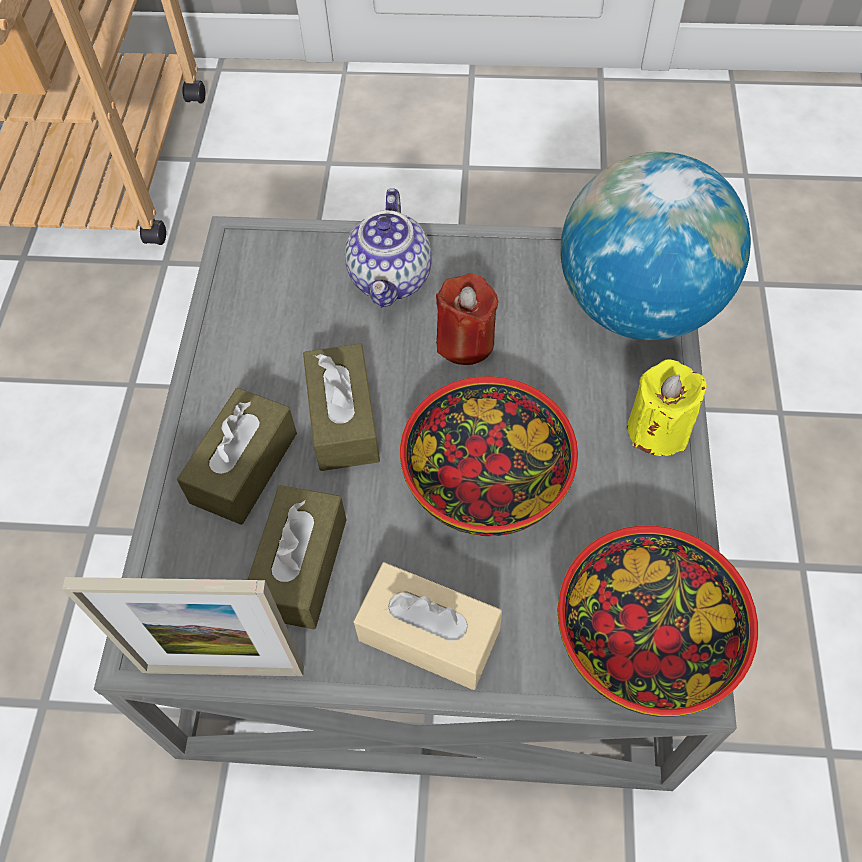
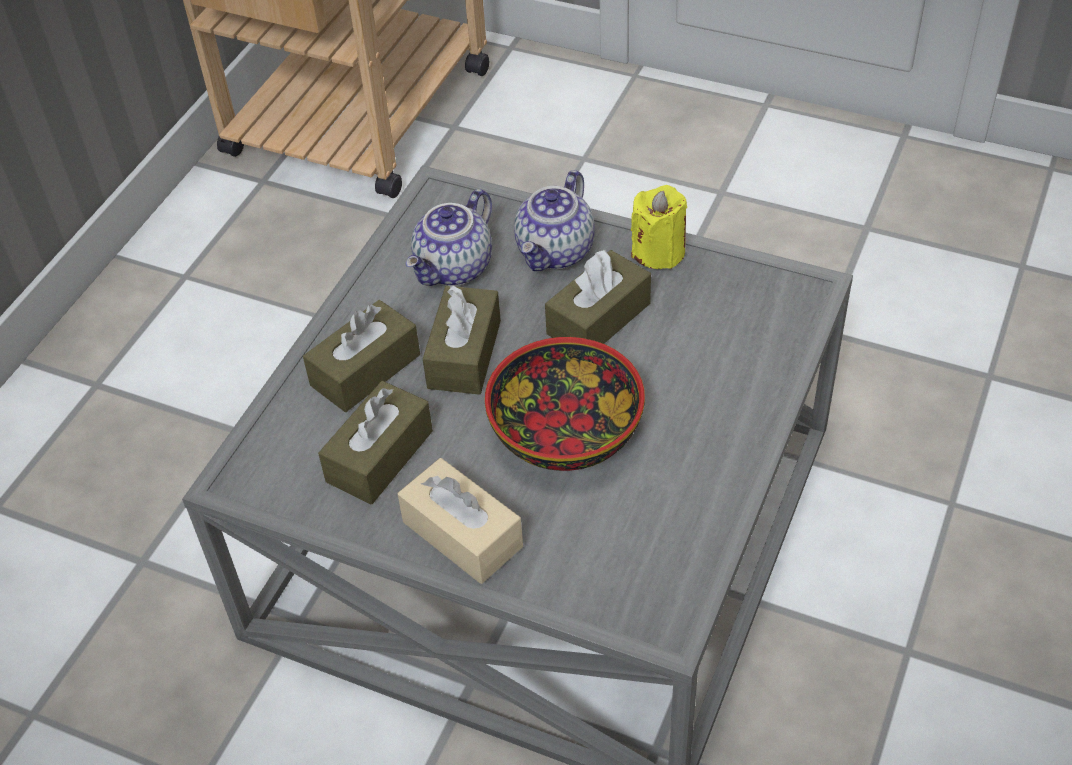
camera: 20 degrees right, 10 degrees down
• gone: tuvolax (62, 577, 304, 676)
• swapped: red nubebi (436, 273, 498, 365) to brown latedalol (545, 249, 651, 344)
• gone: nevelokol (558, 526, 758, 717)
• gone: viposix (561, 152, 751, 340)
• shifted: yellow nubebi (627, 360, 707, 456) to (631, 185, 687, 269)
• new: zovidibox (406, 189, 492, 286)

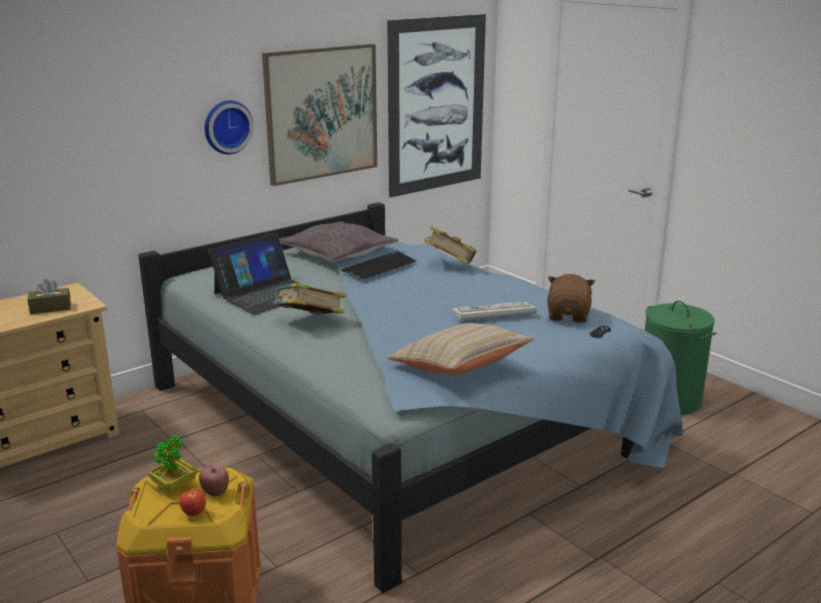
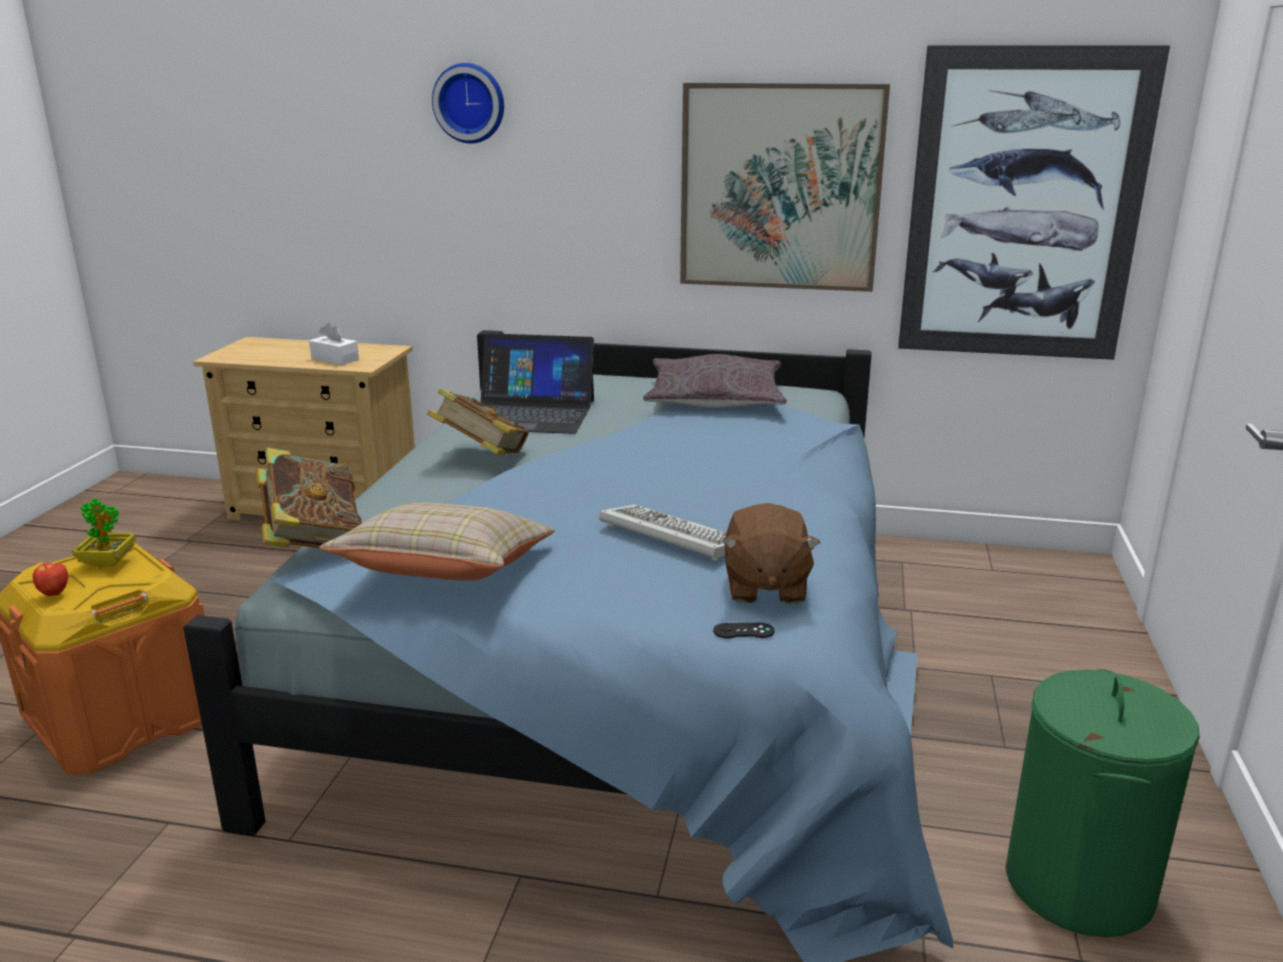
camera: 50 degrees right, 0 degrees up
• repainted: brown latedalol (27, 279, 71, 314) to white latedalol (309, 323, 359, 365)
• gone: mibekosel (199, 465, 229, 496)
• shifted: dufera (205, 100, 254, 154) to (432, 63, 504, 143)
• gone: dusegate (342, 251, 416, 280)
• shifted: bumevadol (424, 226, 477, 264) to (256, 447, 362, 548)
• rotated: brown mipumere (547, 274, 595, 323) = (723, 503, 820, 604) 120 degrees clockwise

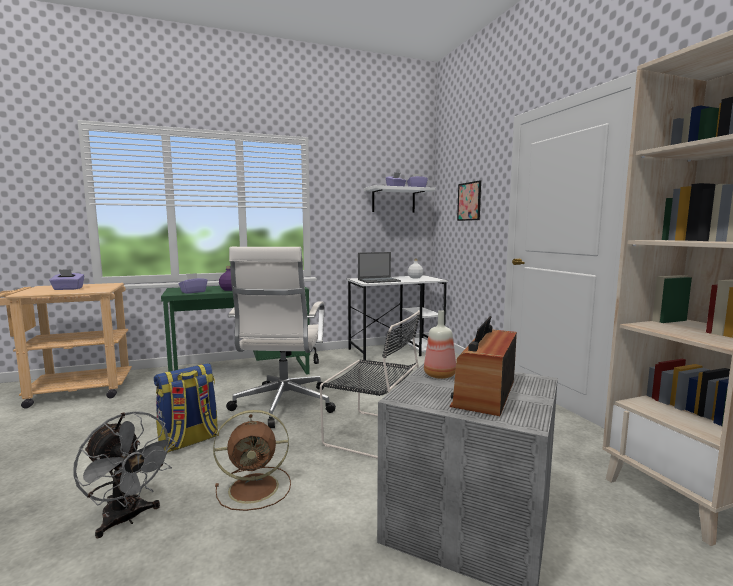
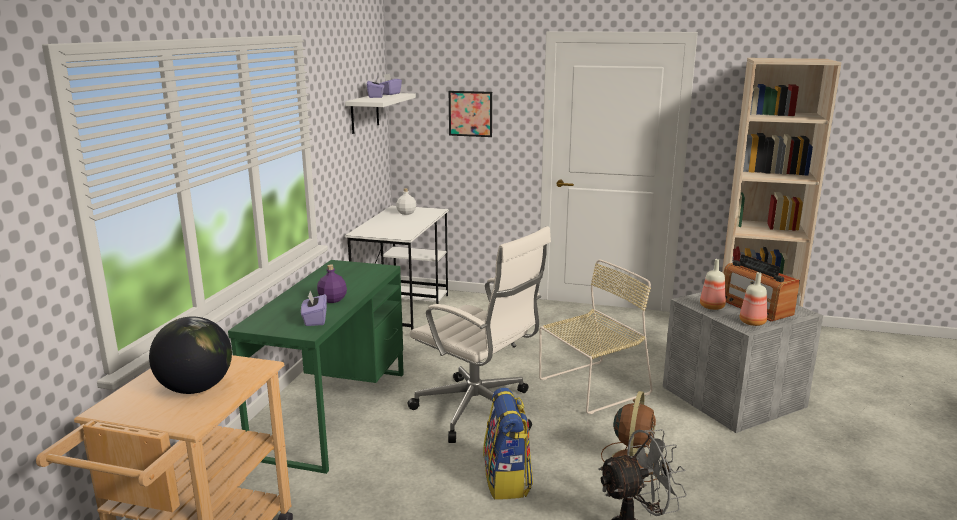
camera: 55 degrees left, 10 degrees up
• swapped: purple latedalol (49, 269, 84, 290) to viposix (149, 316, 232, 394)
• repainted: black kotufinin (320, 310, 420, 459) to beige kotufinin (539, 259, 652, 414)
• gone: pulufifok (358, 252, 401, 283)
• new: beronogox (740, 272, 767, 326)

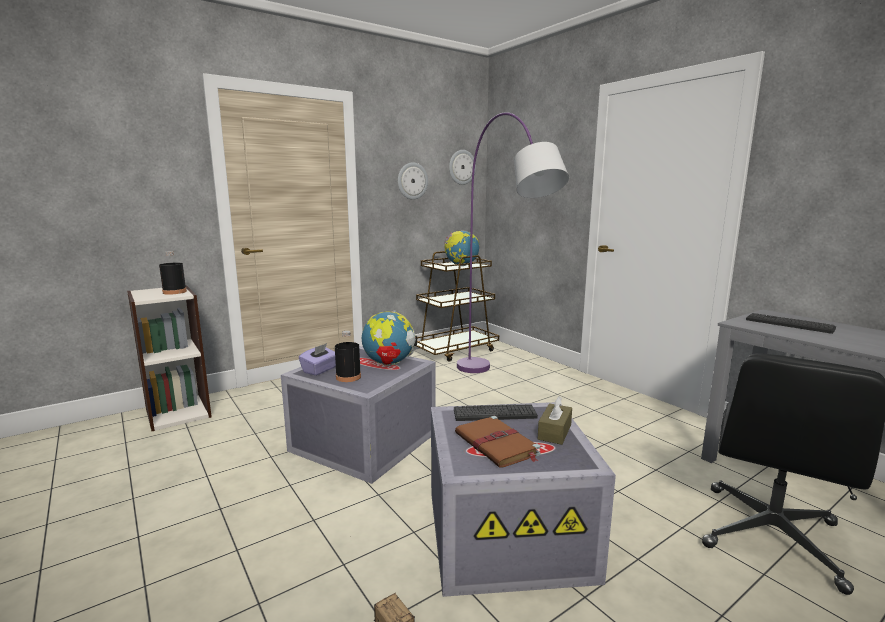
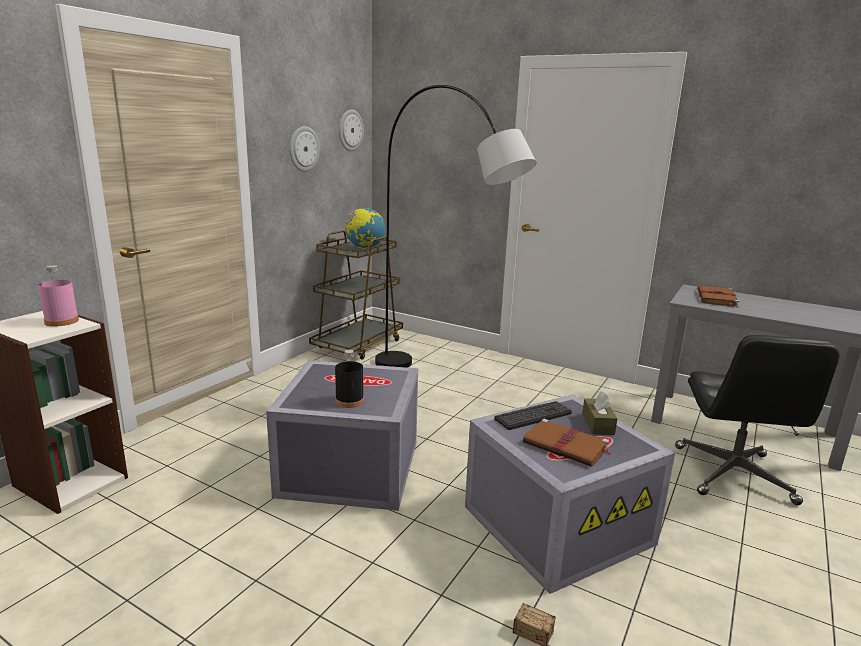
camera: 25 degrees left, 5 degrees up
• repainted: black beronogox (159, 251, 187, 295) to pink beronogox (38, 265, 79, 327)
• gone: purple latedalol (299, 343, 336, 376)
• gone: viposix (362, 311, 417, 366)
• repainted: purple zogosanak (457, 112, 569, 373) to grey zogosanak (375, 85, 537, 368)
• swapped: dusegate (746, 313, 836, 334) to brown bumevadol (698, 285, 739, 308)

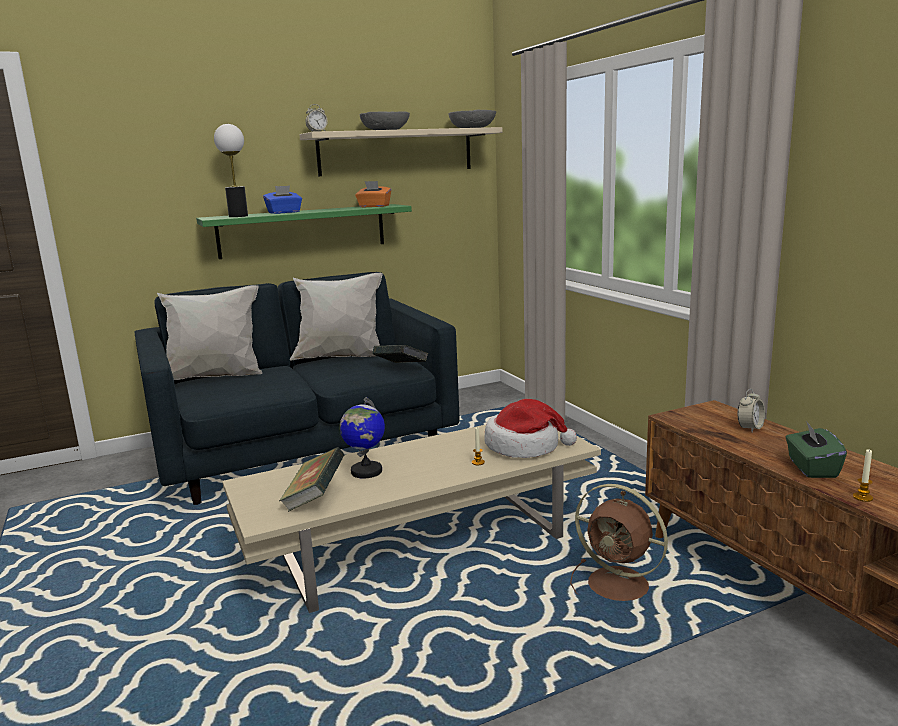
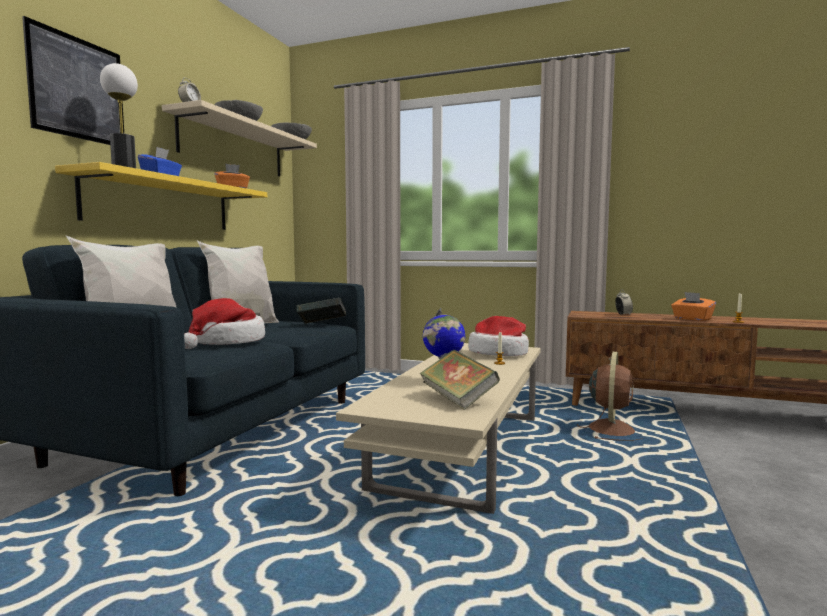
camera: 45 degrees left, 10 degrees down
• repainted: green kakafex (196, 204, 412, 259) to yellow kakafex (55, 162, 267, 230)
• rotated: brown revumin (570, 484, 668, 601) = (577, 352, 643, 441) 60 degrees counterclockwise
• repainted: green latedalol (786, 421, 847, 478) to orange latedalol (671, 292, 716, 321)
• new: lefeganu (22, 16, 124, 145)
• new: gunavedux (184, 298, 265, 349)

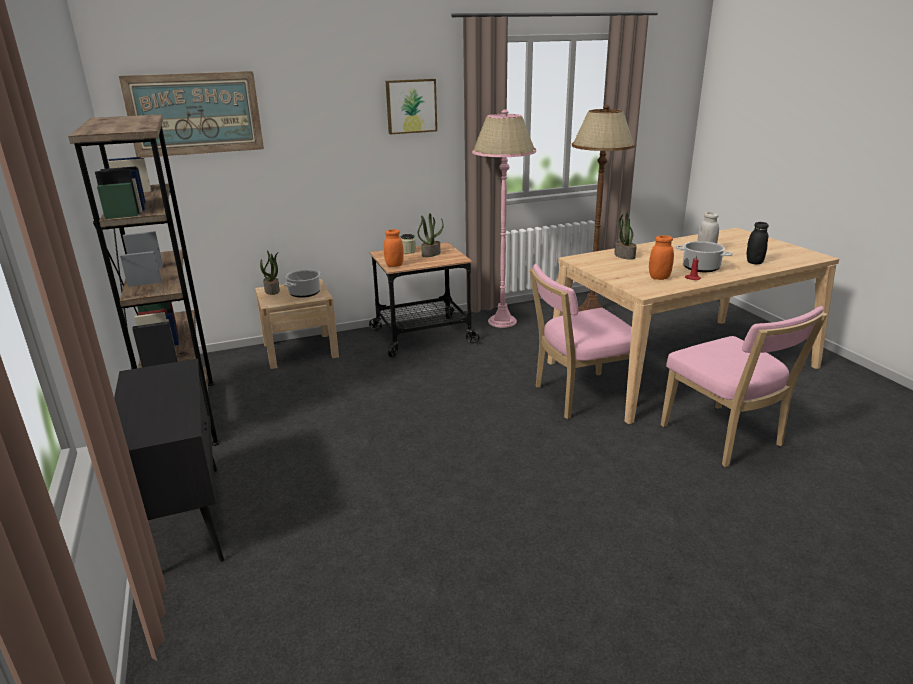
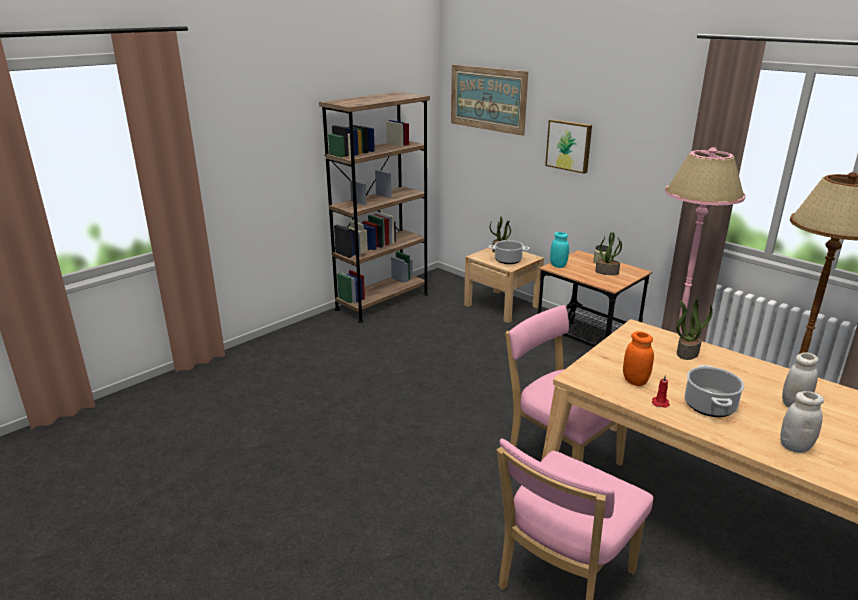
camera: 65 degrees right, 0 degrees up
• gone: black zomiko (114, 359, 224, 562)
• repainted: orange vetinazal (384, 229, 404, 267) to turquoise vetinazal (550, 232, 569, 268)
• shifted: lefeganu (386, 79, 437, 135) to (545, 119, 592, 174)
• repainted: black vetinazal (747, 222, 769, 265) to white vetinazal (780, 391, 824, 453)

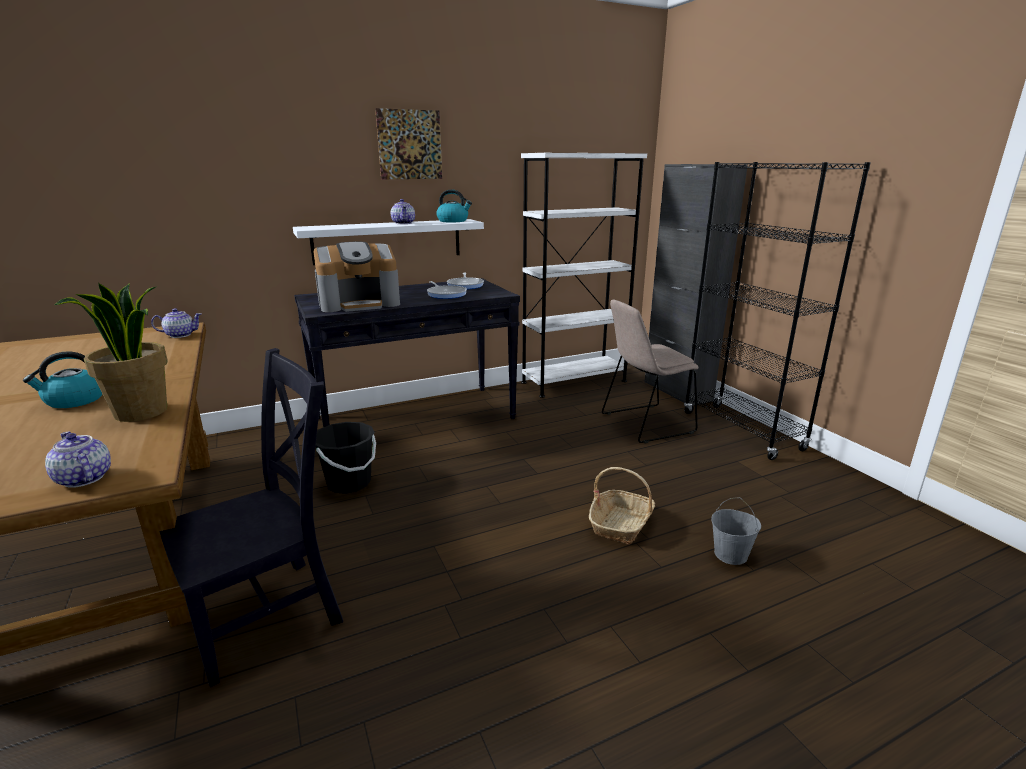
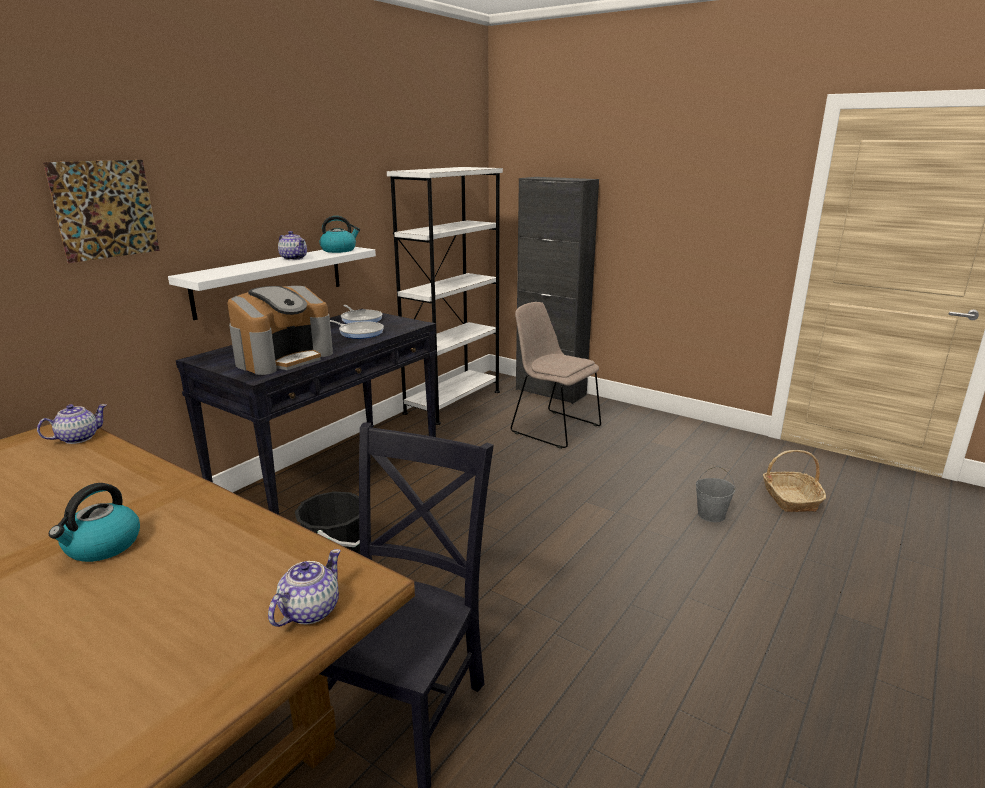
camera: 30 degrees left, 0 degrees up
• rotated: zovidibox (45, 432, 111, 488) = (268, 549, 341, 627) 105 degrees clockwise
• gone: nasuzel (55, 283, 168, 422)
• shifted: lefeganu (375, 108, 442, 179) to (43, 160, 160, 263)
• shifted: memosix (589, 467, 655, 545) to (763, 450, 826, 512)
• rotated: beige kotufinin (602, 300, 699, 444) = (511, 302, 601, 449) 90 degrees clockwise
• gone: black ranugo (684, 162, 871, 460)

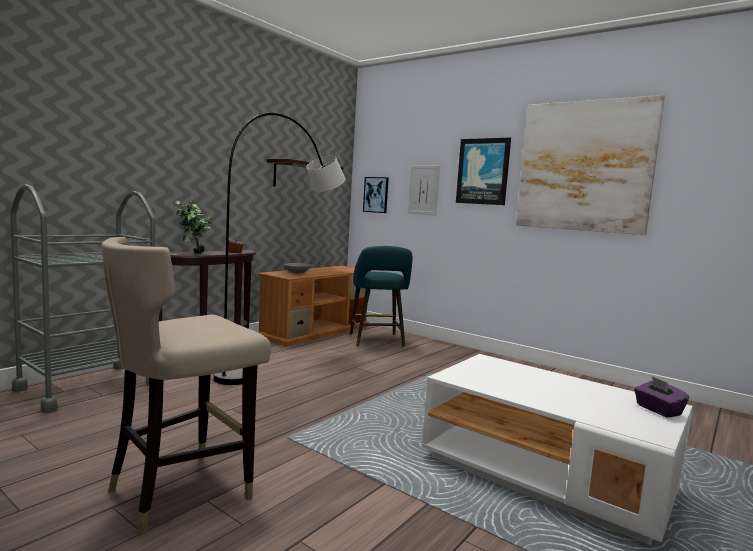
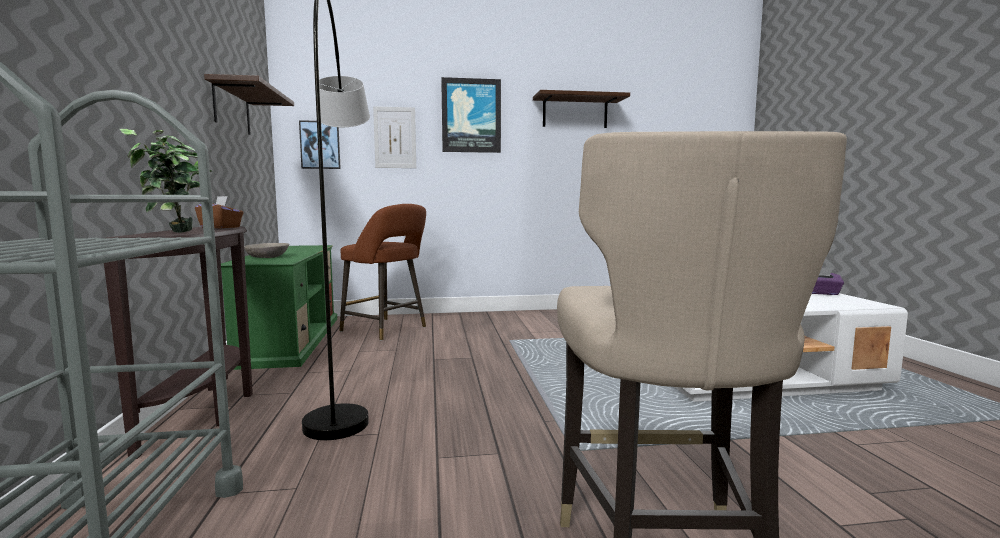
camera: 45 degrees left, 0 degrees up
• repainted: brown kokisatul (258, 266, 371, 347) to green kokisatul (221, 245, 337, 370)
• repainted: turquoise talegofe (350, 246, 412, 347) to brown talegofe (340, 204, 426, 341)
• swapped: lefeganu (516, 95, 665, 235) to kakafex (533, 90, 630, 128)

